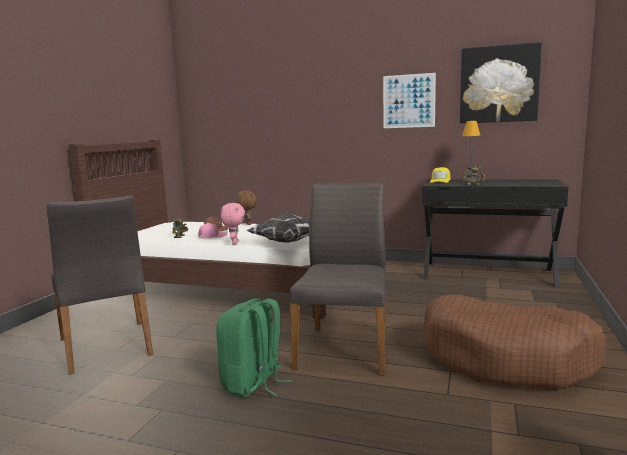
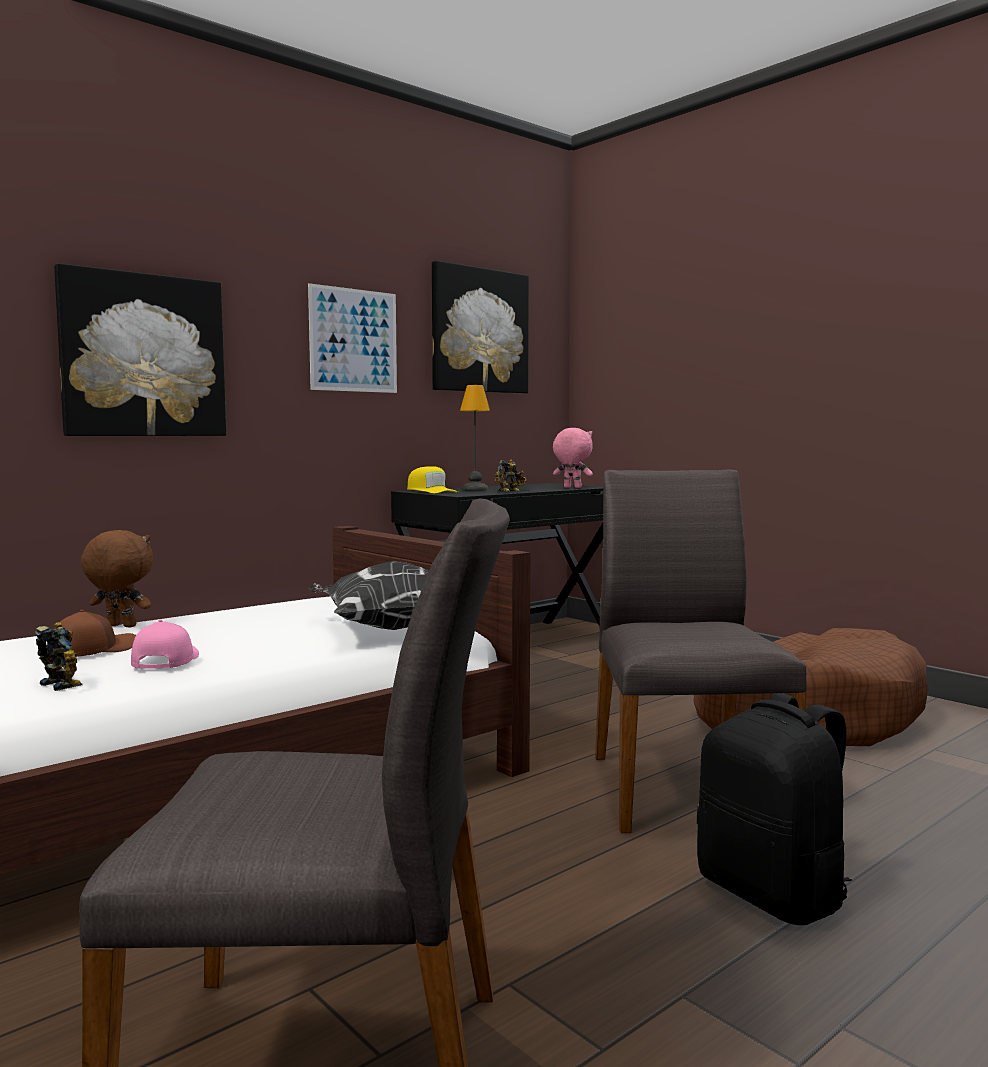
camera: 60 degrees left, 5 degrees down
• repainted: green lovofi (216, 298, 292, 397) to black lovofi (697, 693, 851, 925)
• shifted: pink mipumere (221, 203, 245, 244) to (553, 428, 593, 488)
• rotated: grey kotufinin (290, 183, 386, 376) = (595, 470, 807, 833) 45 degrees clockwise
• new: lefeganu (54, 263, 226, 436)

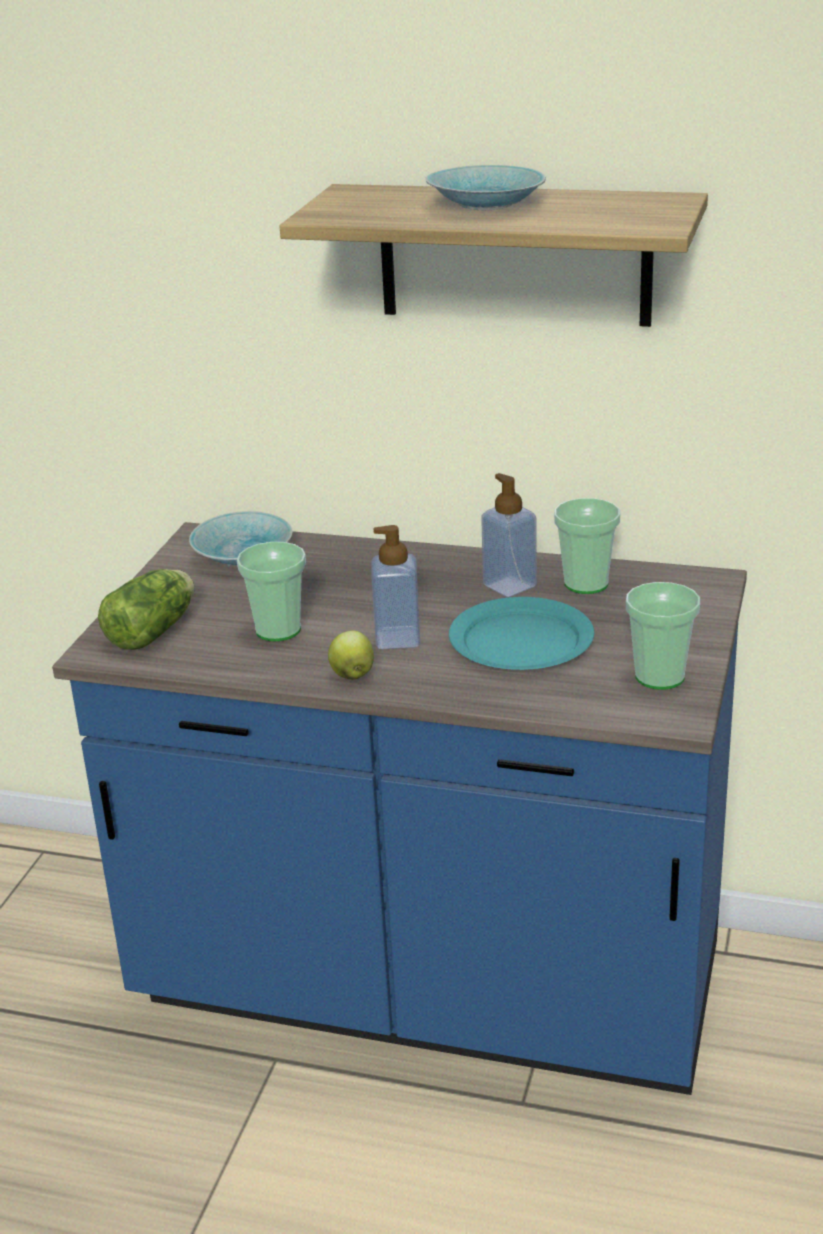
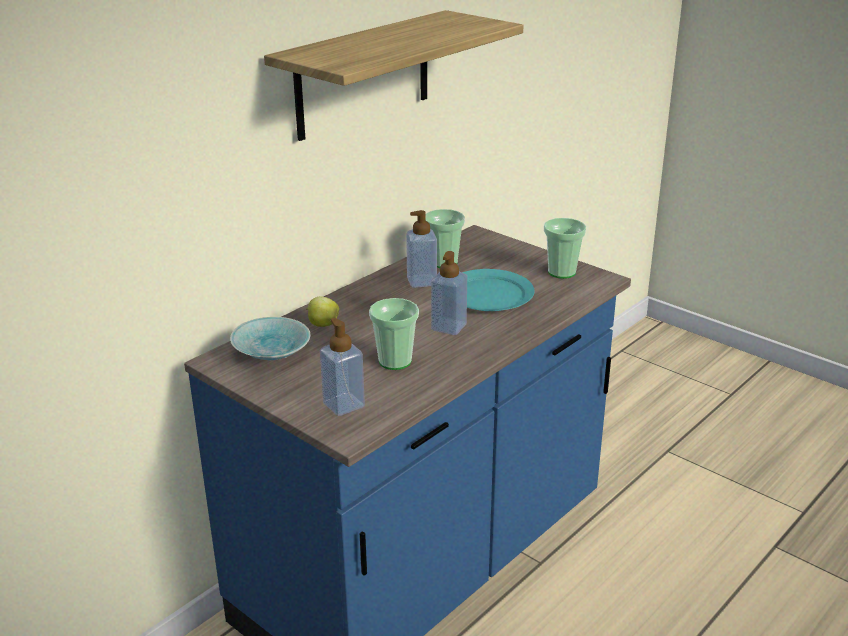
camera: 65 degrees left, 0 degrees up
• swapped: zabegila (98, 569, 195, 650) to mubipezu (320, 318, 365, 416)
• shifted: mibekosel (328, 631, 374, 680) to (306, 296, 339, 327)
• gone: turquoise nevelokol (425, 165, 546, 210)

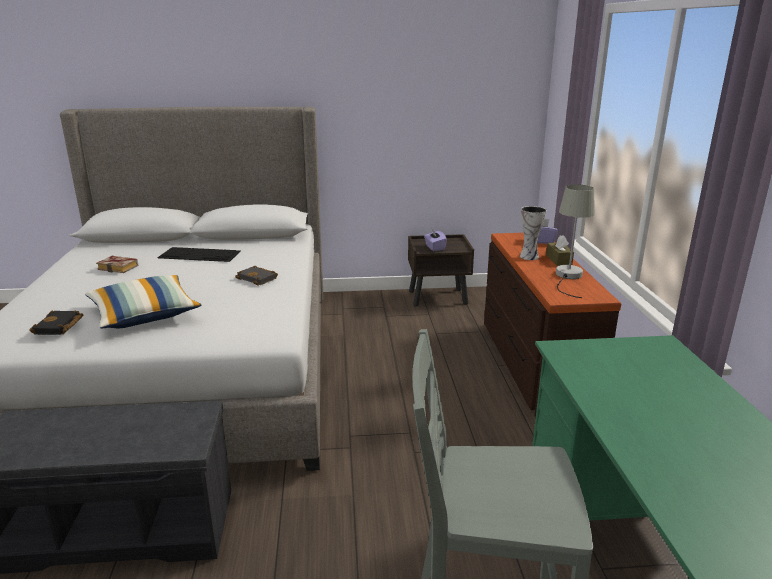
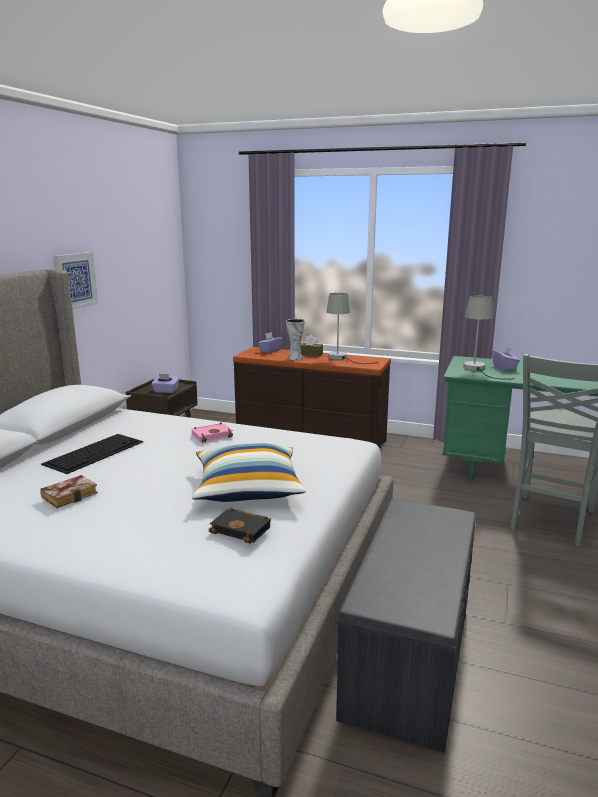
camera: 65 degrees left, 5 degrees down
• repainted: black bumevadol (235, 265, 278, 286) to pink bumevadol (192, 422, 233, 443)
• new: lefeganu (53, 252, 98, 309)
• new: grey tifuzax (463, 295, 514, 380)
• new: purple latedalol (492, 346, 520, 371)

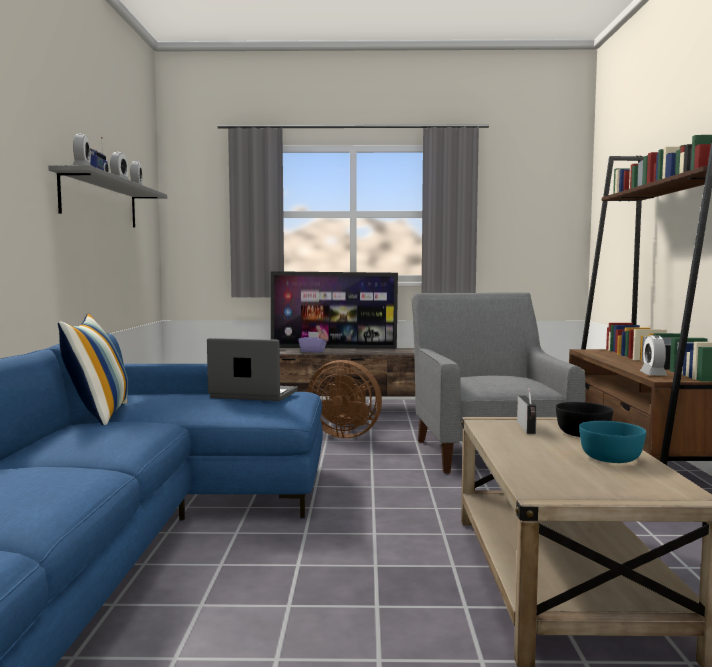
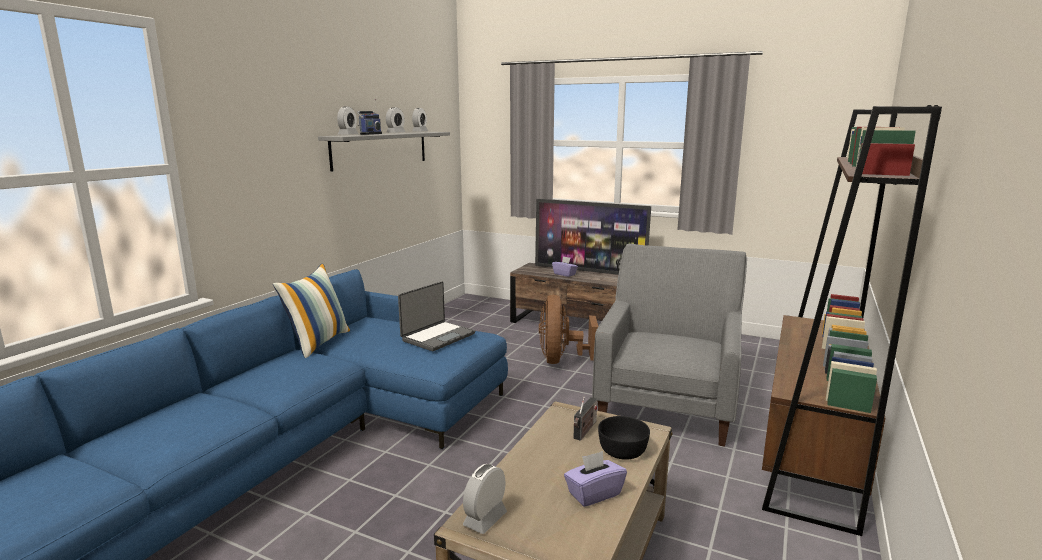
camera: 25 degrees right, 10 degrees up
• rotated: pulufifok (207, 338, 297, 401) = (398, 281, 475, 351) 90 degrees clockwise
• rotated: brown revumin (307, 360, 382, 438) = (539, 295, 598, 364) 45 degrees clockwise
• swapped: turquoise nevelokol (579, 421, 646, 463) to purple latedalol (564, 451, 627, 507)
• shifted: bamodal (640, 335, 667, 376) to (463, 464, 507, 534)

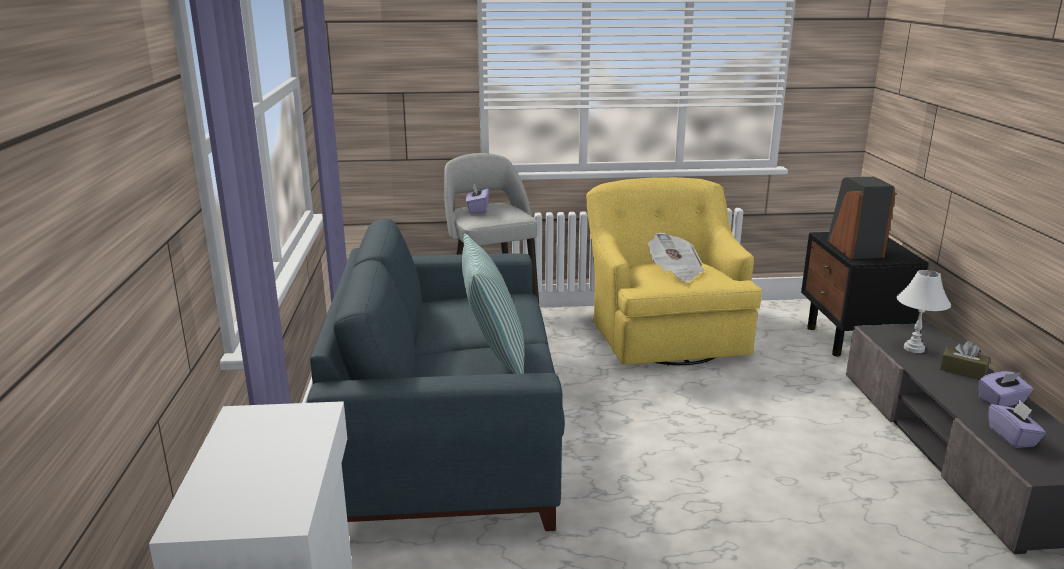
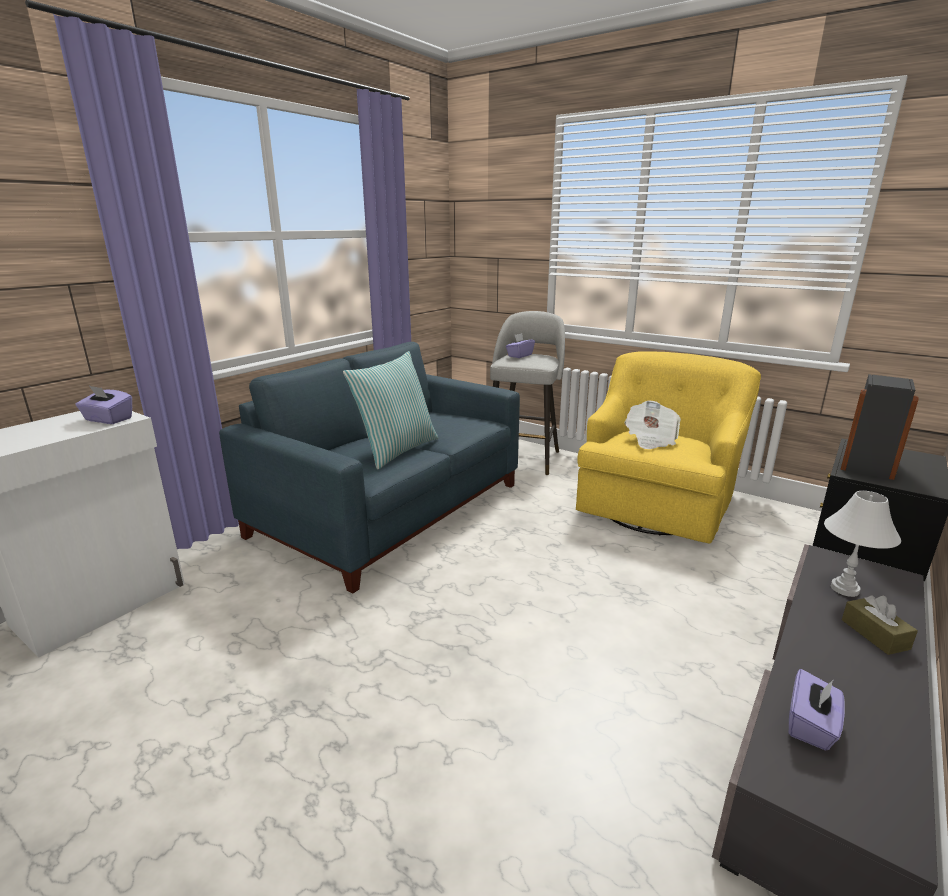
camera: 40 degrees right, 0 degrees up
• shifted: purple latedalol (979, 371, 1033, 407) to (75, 386, 132, 424)

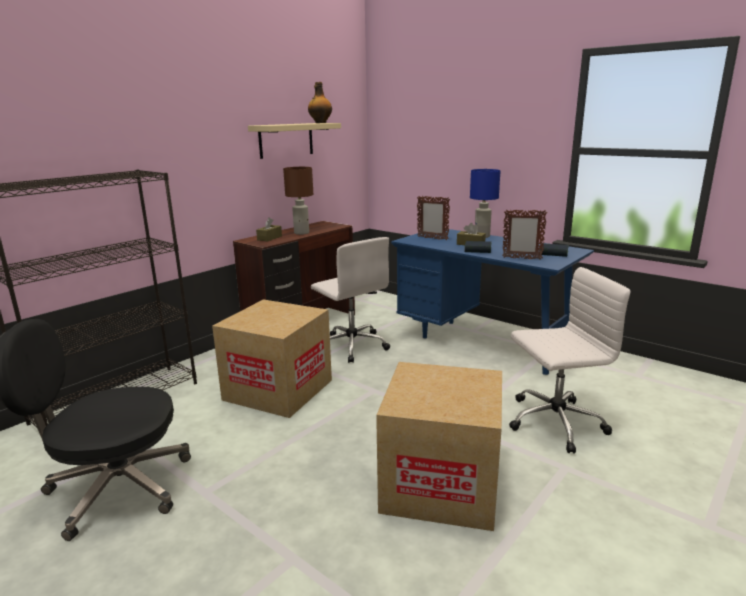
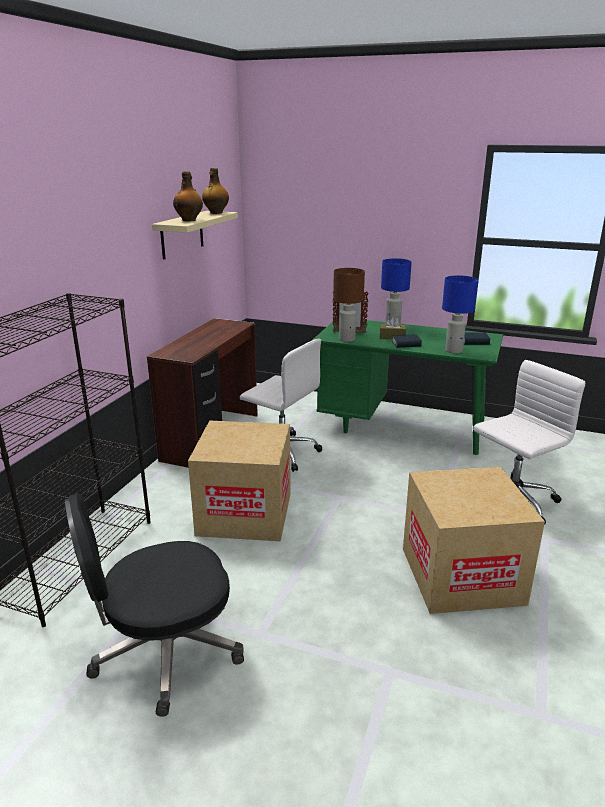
camera: 20 degrees left, 5 degrees up
• gone: brown latedalol (256, 217, 282, 241)
• shifted: brown tifuzax (283, 167, 313, 235) to (333, 268, 365, 342)
• repainted: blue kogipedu (391, 229, 594, 375) to green kogipedu (313, 319, 503, 455)
• swapped: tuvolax (502, 210, 547, 260) to blue tifuzax (442, 275, 478, 354)
• new: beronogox (173, 171, 203, 221)

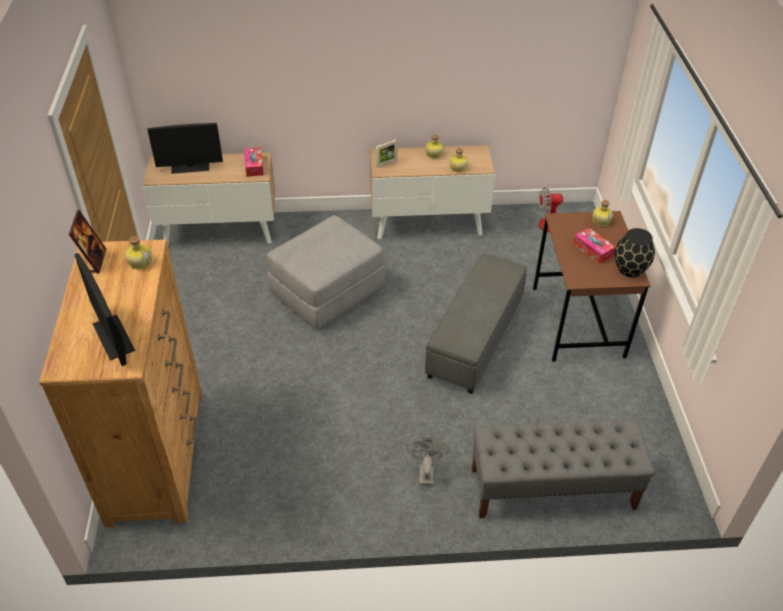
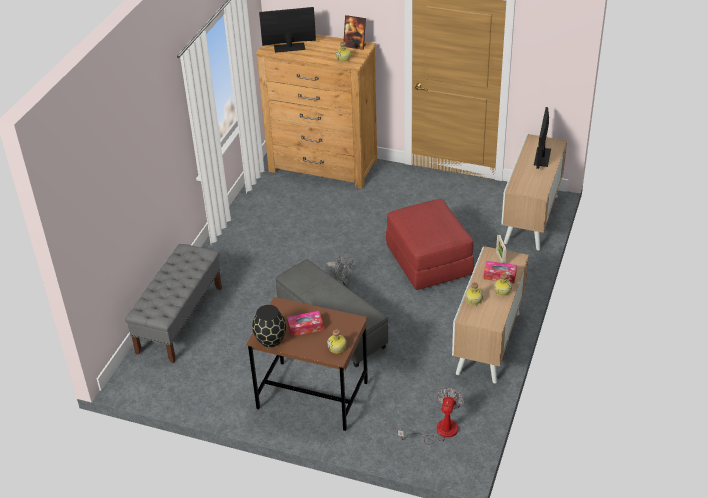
camera: 115 degrees right, 5 degrees down
• shifted: latedalol (244, 147, 264, 177) to (483, 261, 517, 283)
• repainted: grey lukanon (267, 215, 385, 330) to red lukanon (386, 199, 474, 290)
• shifted: grey revumin (407, 436, 449, 486) to (326, 252, 353, 286)

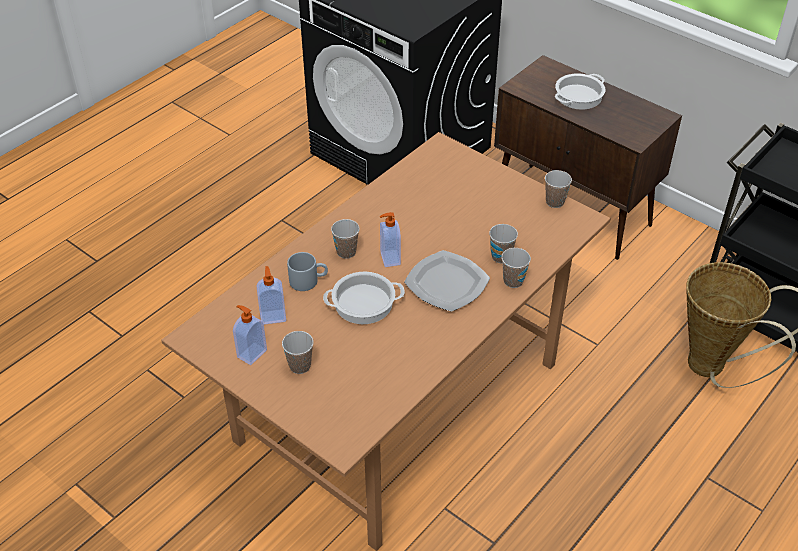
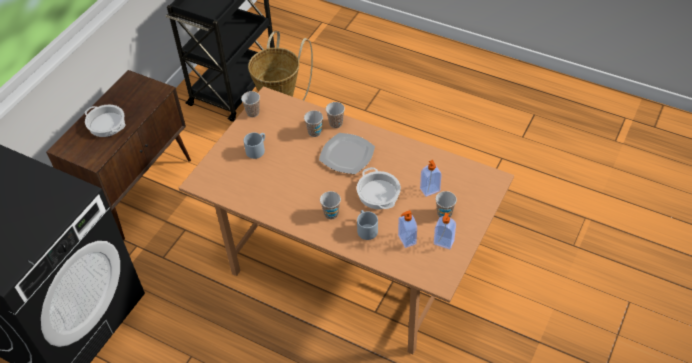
camera: 100 degrees left, 5 degrees up
• shifted: mubipezu (380, 212, 401, 267) to (420, 160, 442, 197)
• new: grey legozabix (244, 132, 265, 159)

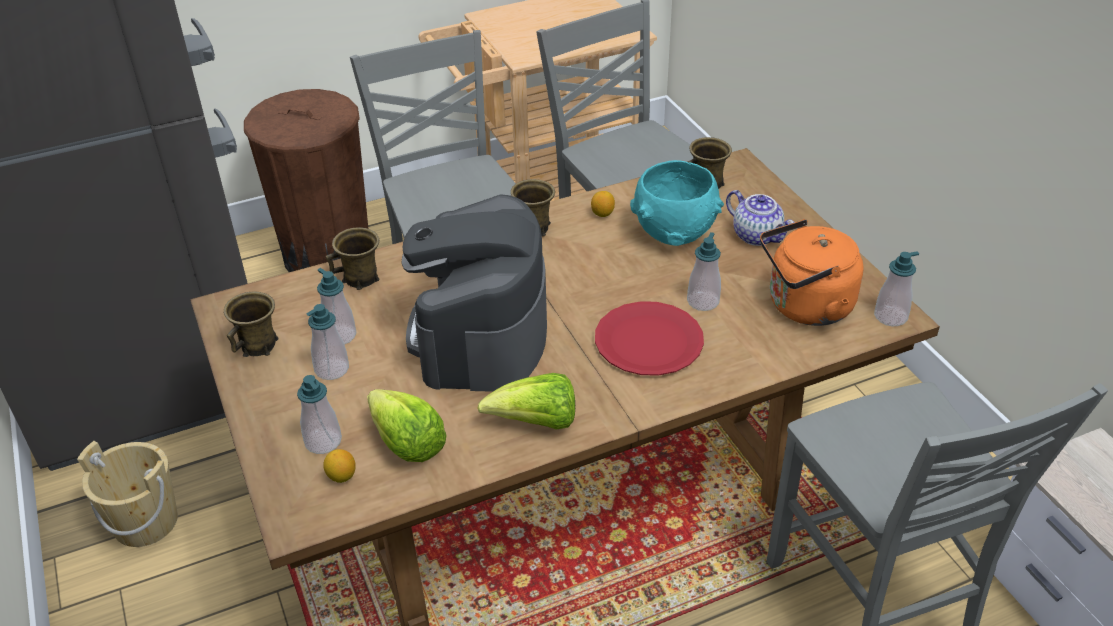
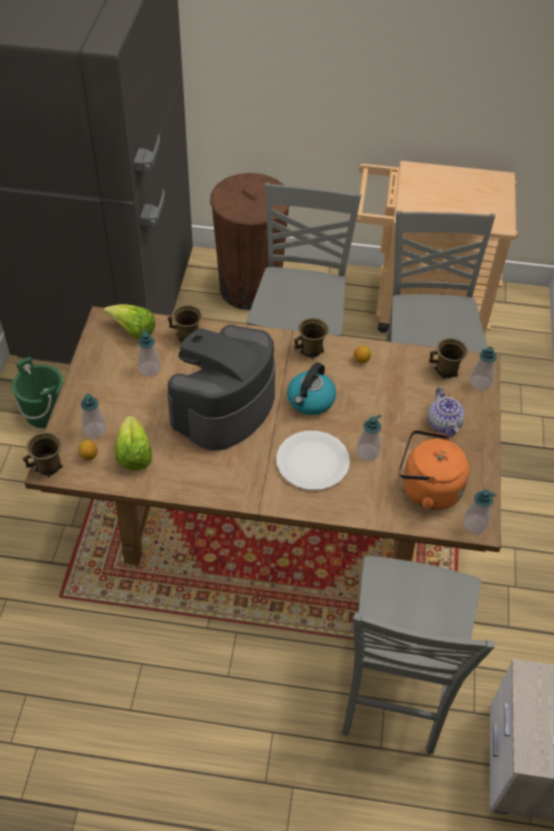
camera: 30 degrees right, 10 degrees up
• repainted: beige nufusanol (77, 441, 178, 547) to green nufusanol (12, 357, 63, 428)
• shifted: brown legozabix (224, 292, 279, 357) to (22, 432, 63, 477)
• shifted: mubipezu (306, 304, 349, 380) to (470, 347, 497, 390)
• shifted: zabegila (477, 373, 575, 429) to (104, 304, 156, 339)
• repainted: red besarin (595, 301, 704, 376) to white besarin (277, 431, 350, 490)
• gone: turquoise nevelokol (630, 160, 724, 246)
• new: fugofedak (287, 362, 336, 415)

